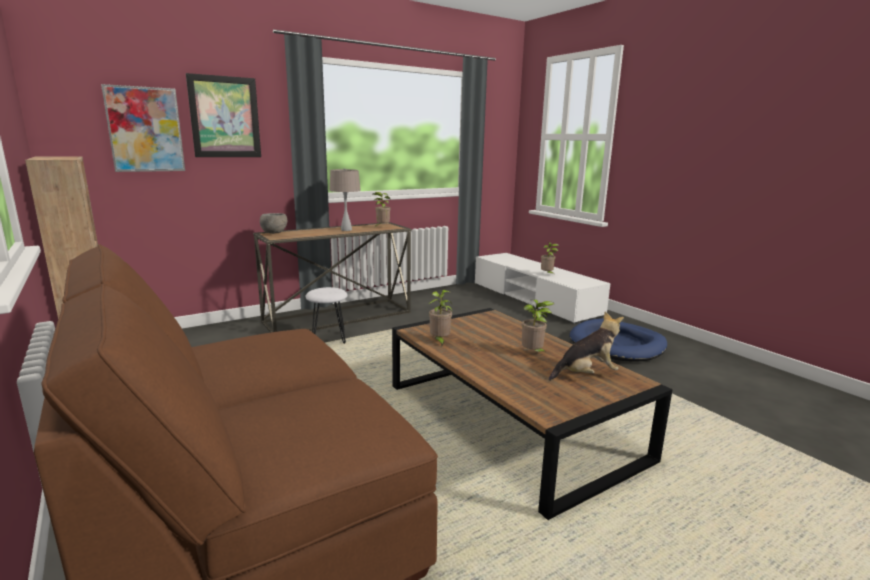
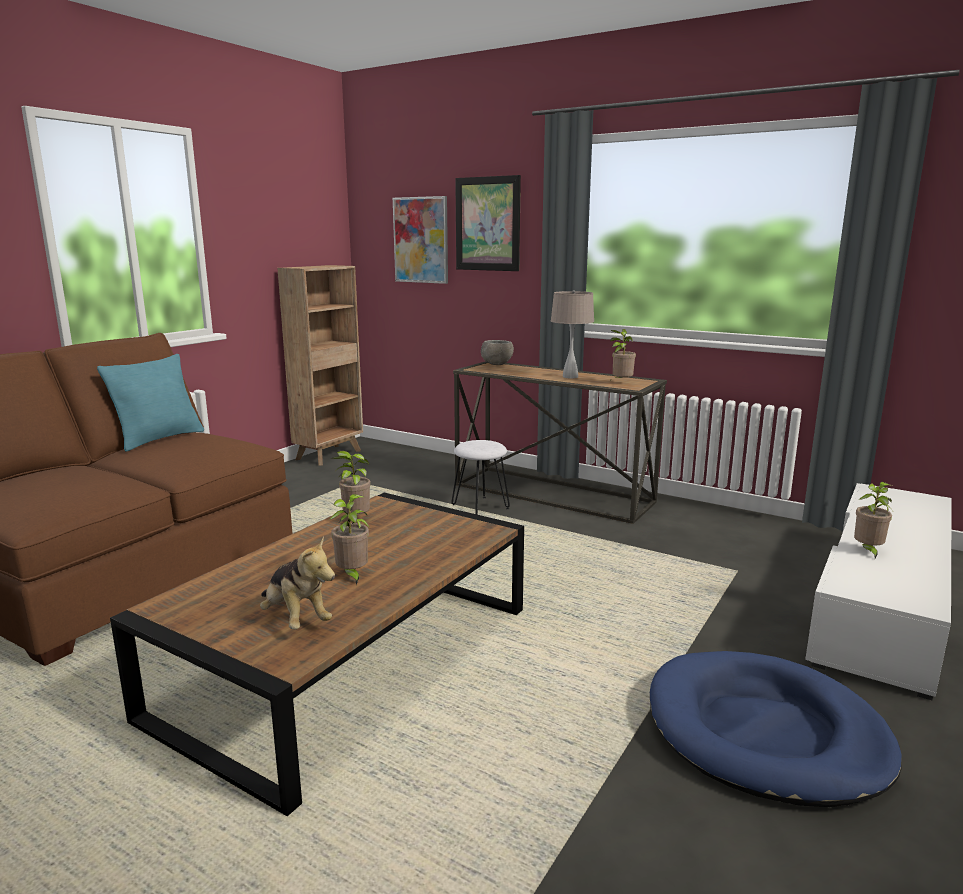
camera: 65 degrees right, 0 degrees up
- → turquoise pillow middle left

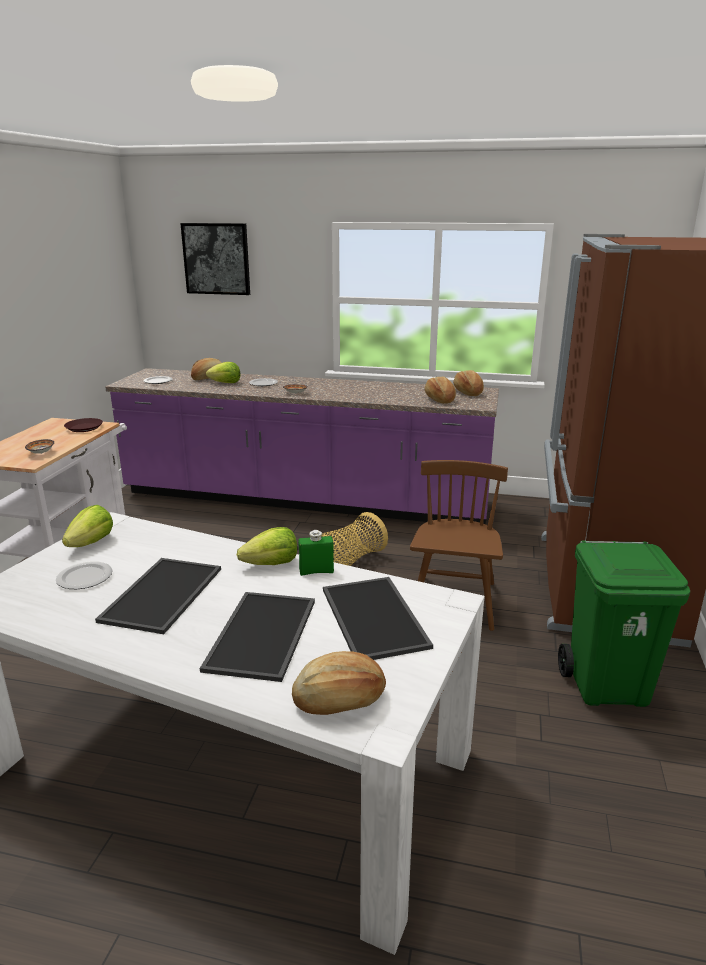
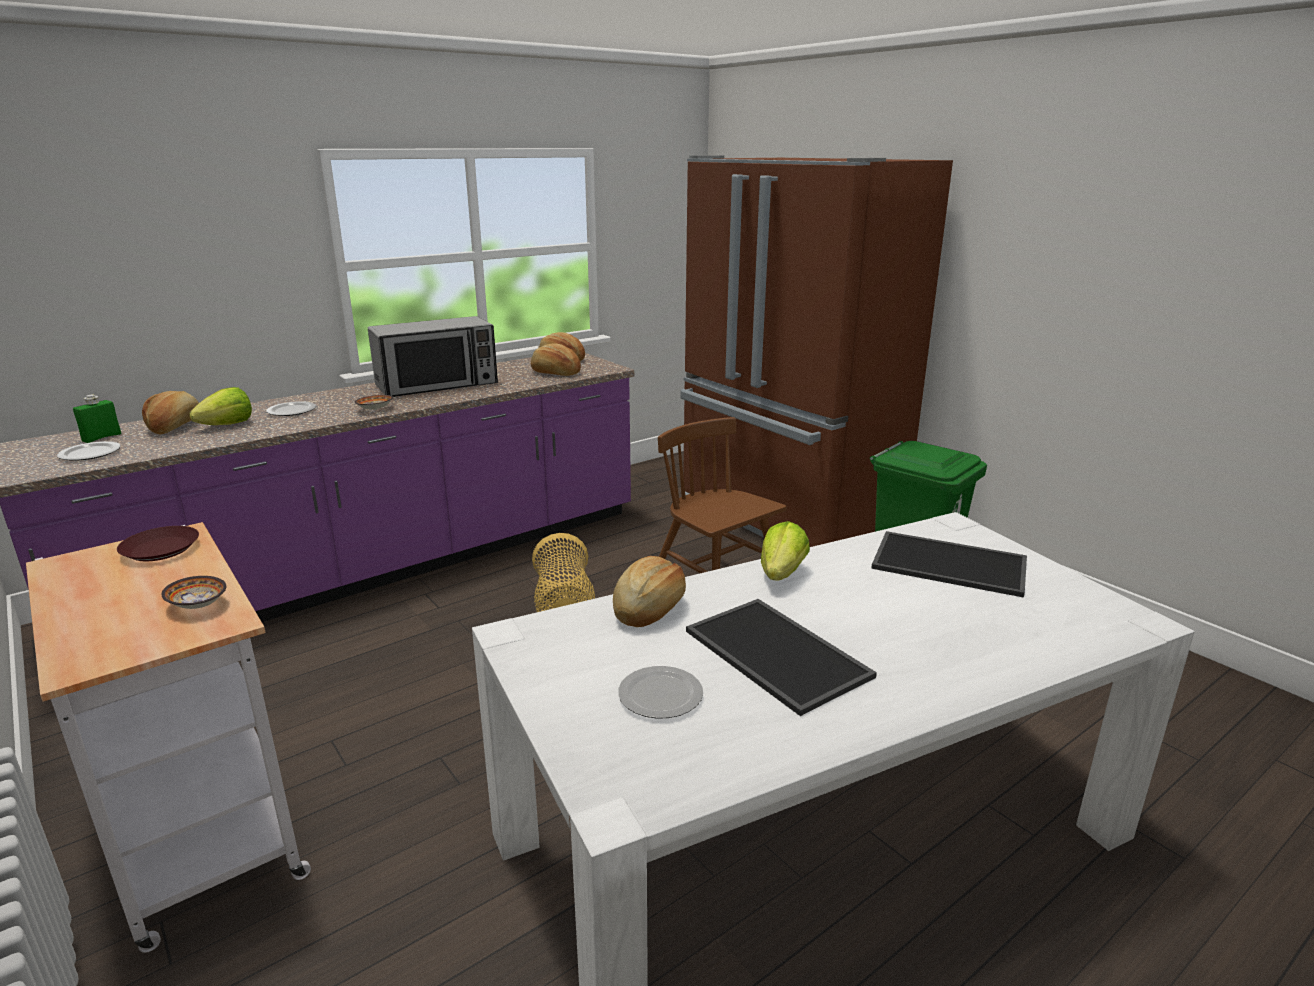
camera: 50 degrees left, 0 degrees up
picture top left → -
lettuce (1st from left) middle left → -
green bottle centre → green bottle middle left, moved
tray (2nd from left) centre → -
bread (2nd from left in the first image) bottom centre → bread (4th from left) centre, moved
- → microwave middle left

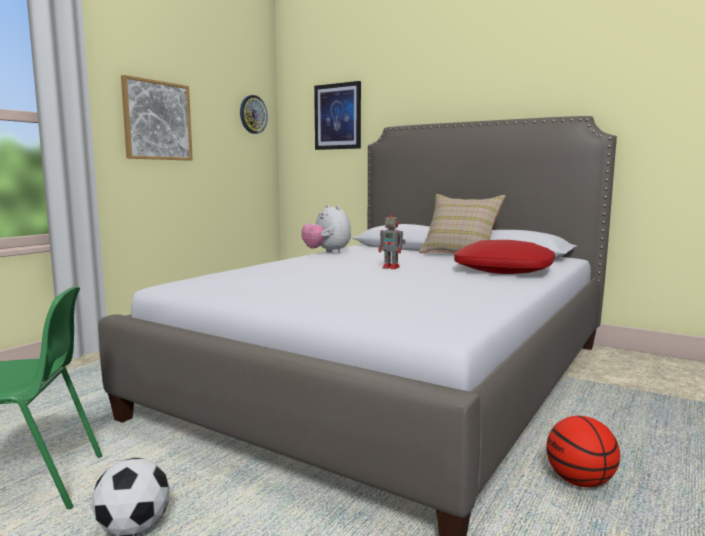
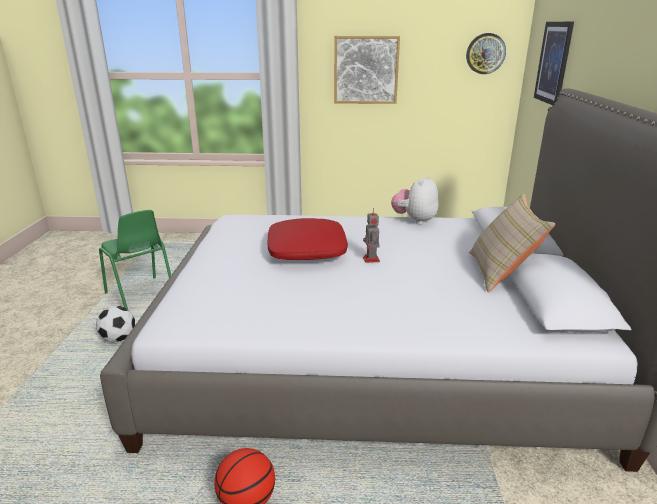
camera: 60 degrees right, 15 degrees up
red pillow middle right → red pillow centre, moved

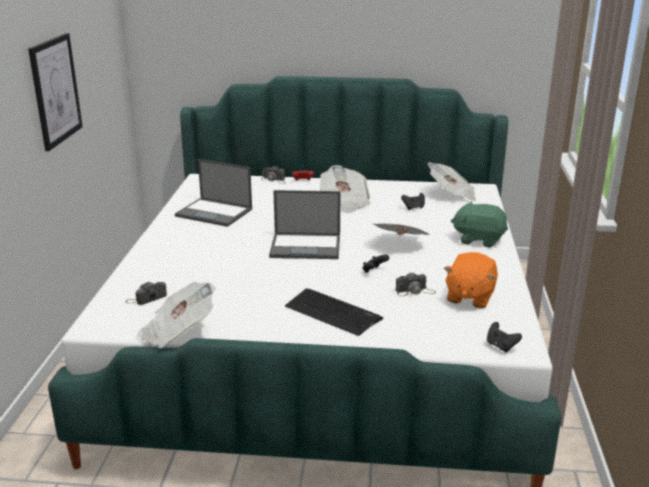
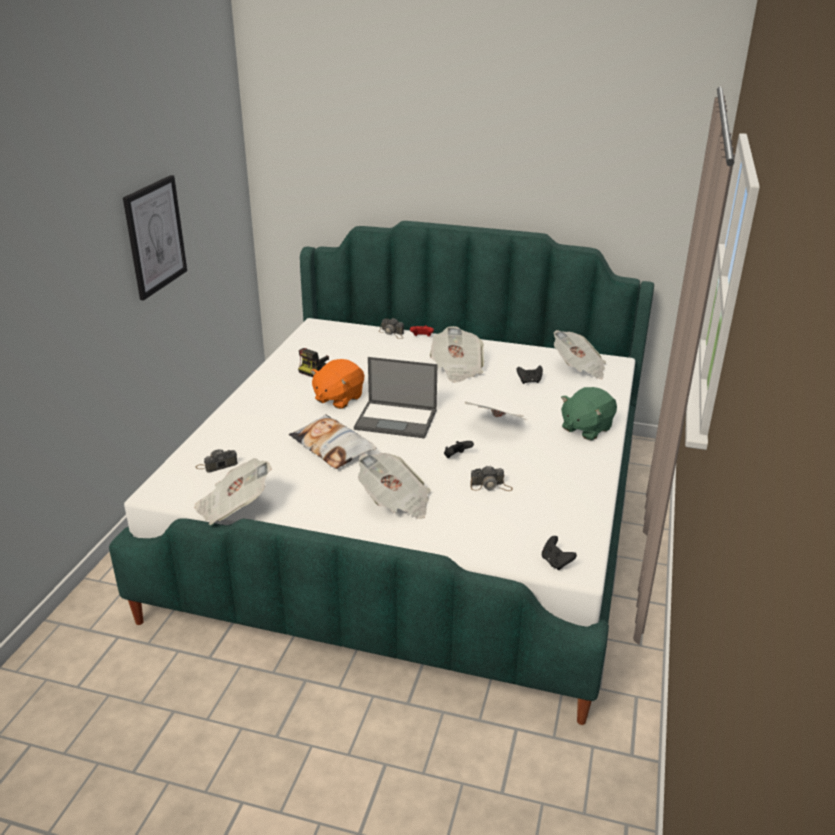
camera: 10 degrees right, 5 degrees up
laptop (1st from left) middle left → photo camera (2nd from left) centre
green plush toy middle right, 75 degrees counterclockwise
orange plush toy middle right → orange plush toy centre, moved
keyboard centre → newspaper (2nd from left) centre
- → pillow centre

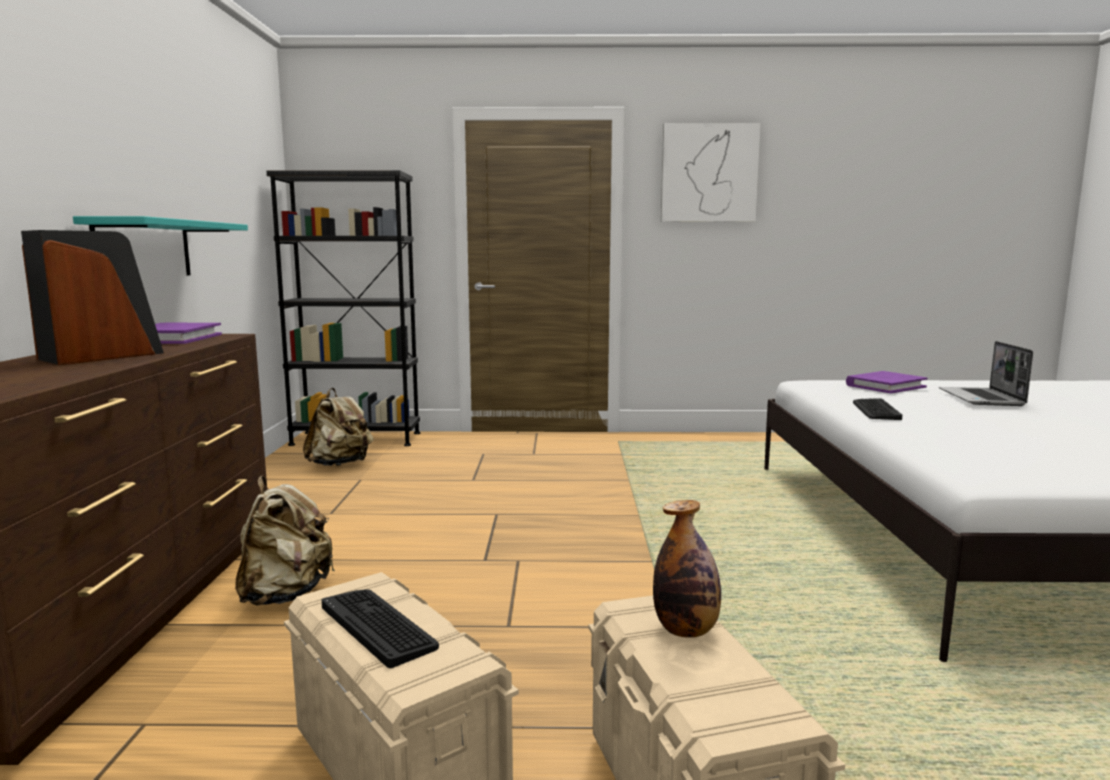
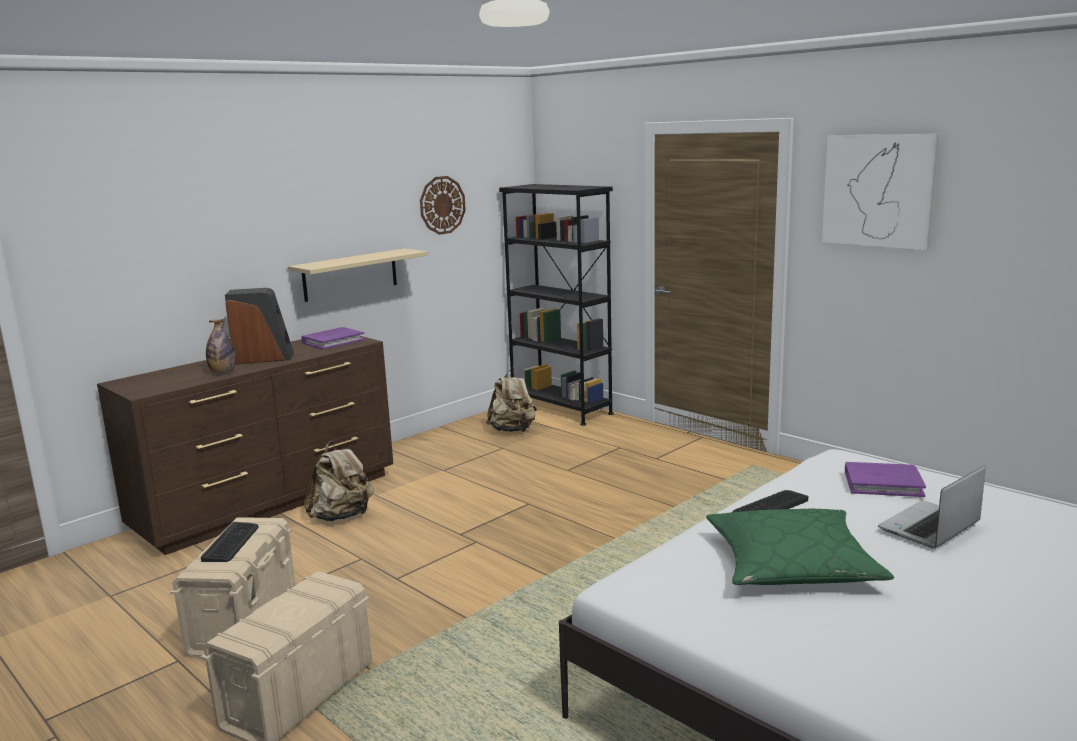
camera: 45 degrees right, 5 degrees up
turquoise shelf top left → beige shelf middle left
bottle bottom centre → bottle middle left, moved
- → wall clock top centre
- → green pillow bottom right

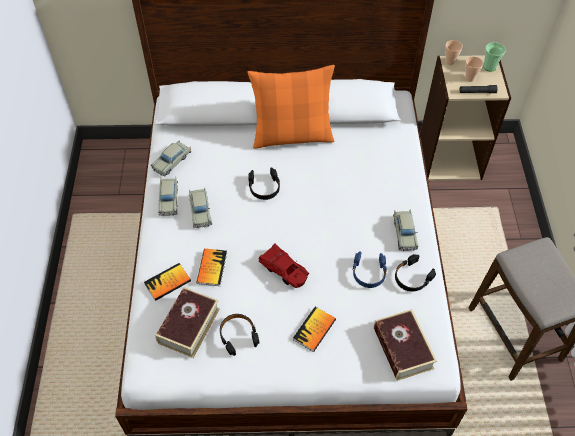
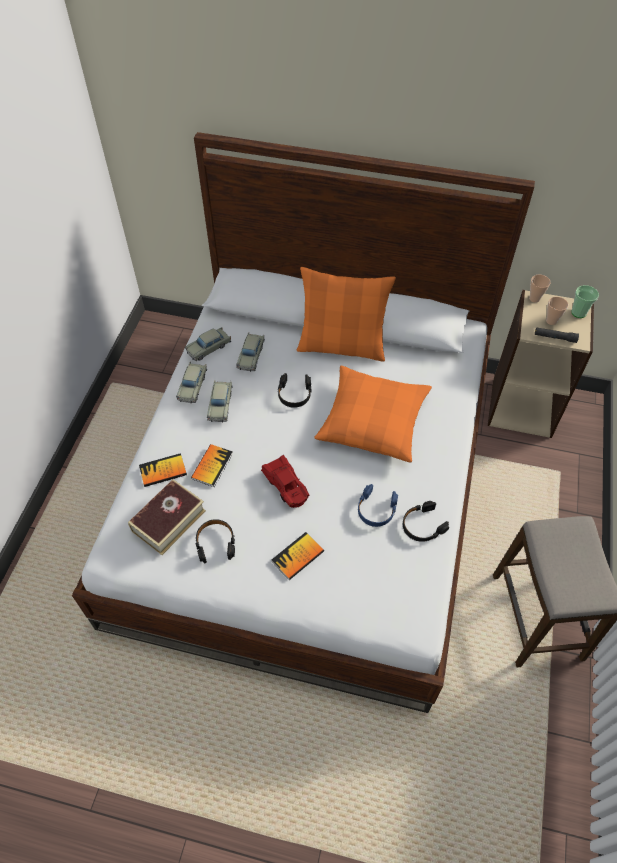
camera: 15 degrees right, 0 degrees up
beige toy car (4th from left) middle right → beige toy car (4th from left) centre, moved
book (5th from left) bottom right → -
- → orange pillow (2nd from left) centre

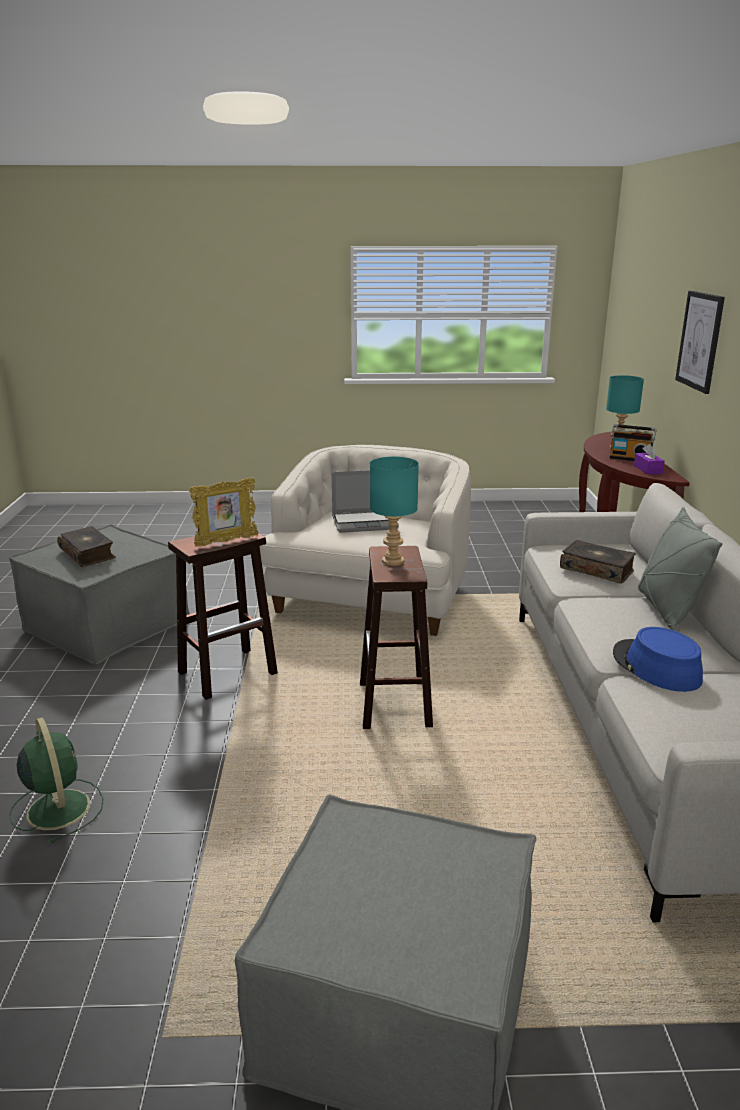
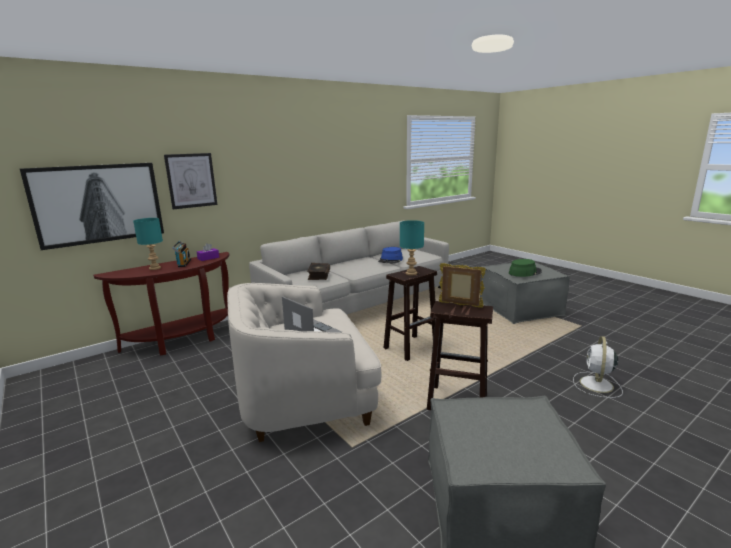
camera: 125 degrees left, 5 degrees down
grey pillow middle right → -
book (1st from left) middle left → -
green fan bottom left → white fan bottom right
- → picture (1st from left) middle left
- → green hat middle right

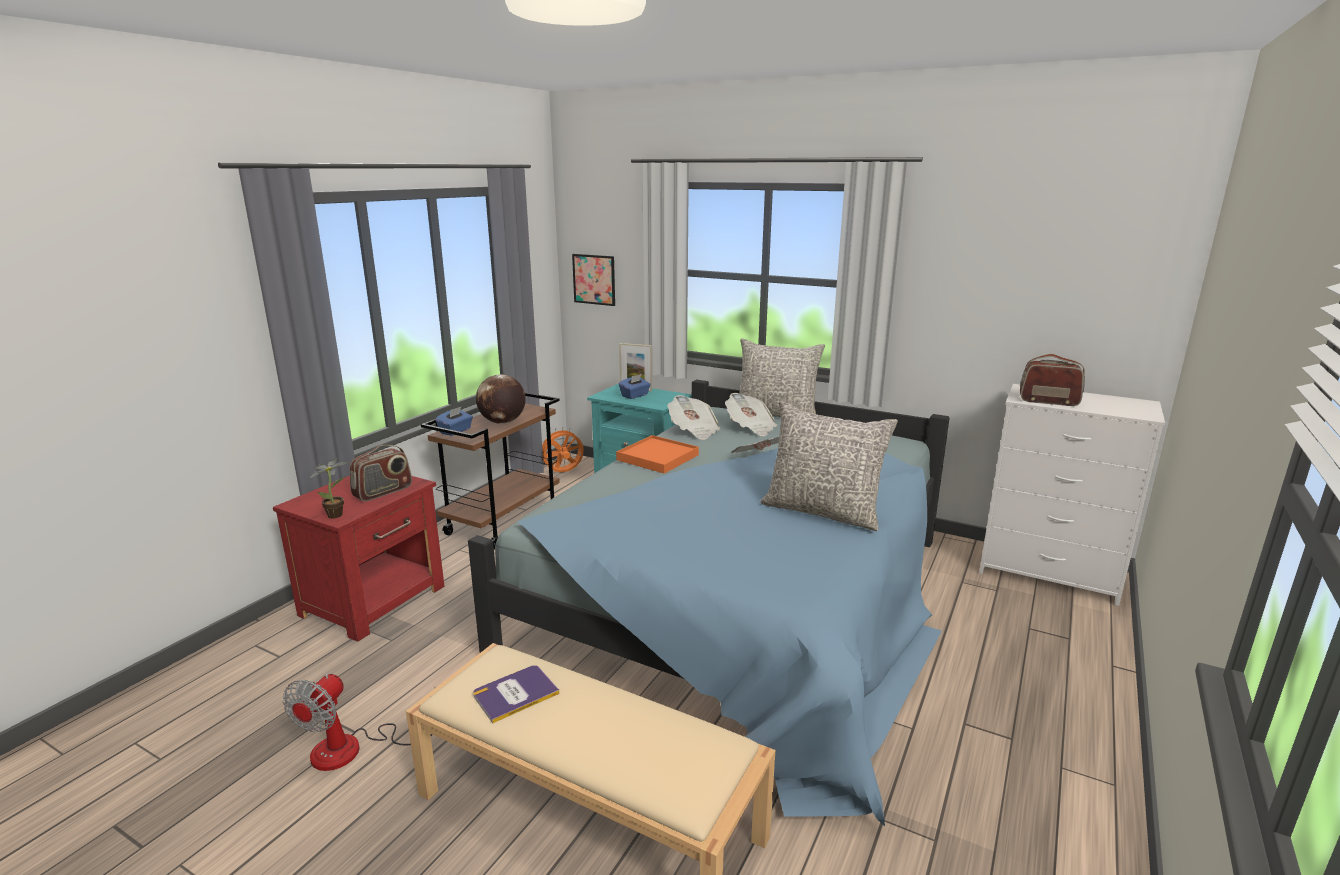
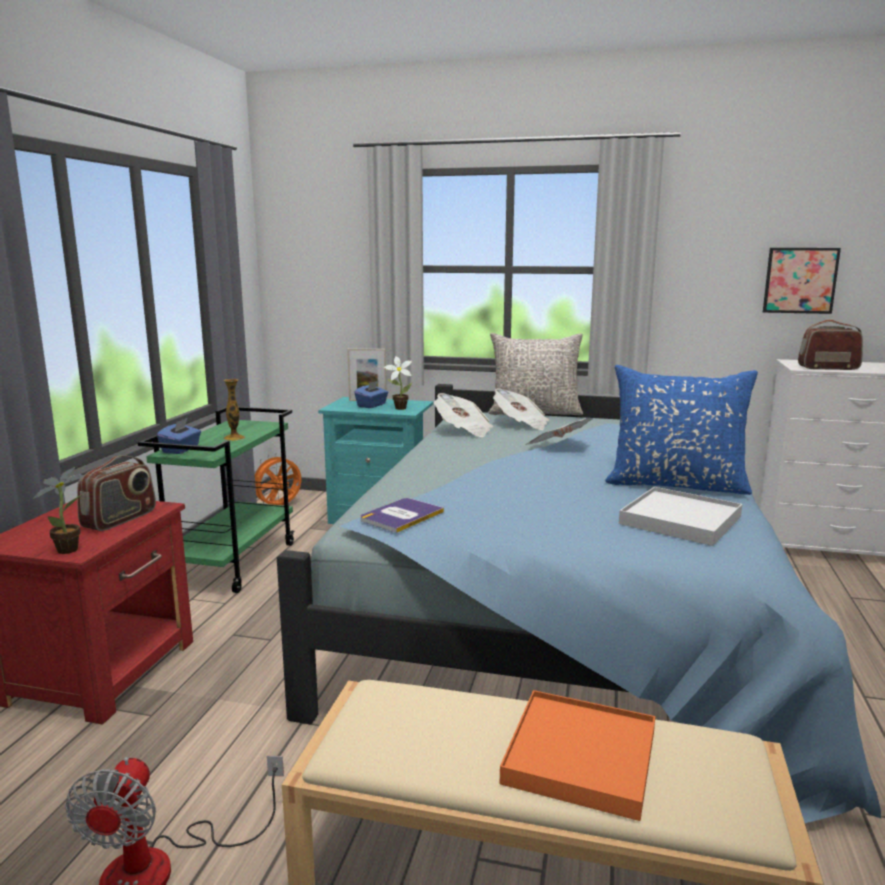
camera: 15 degrees left, 5 degrees down
picture top centre → picture top right, moved
globe centre → vase middle left
brown cart centre → green cart middle left
grey pillow (2nd from left) centre → blue pillow middle right
orange tray centre → orange tray bottom centre, moved
book bottom centre → book centre, moved
- → potted plant (2nd from left) centre
- → white tray middle right

